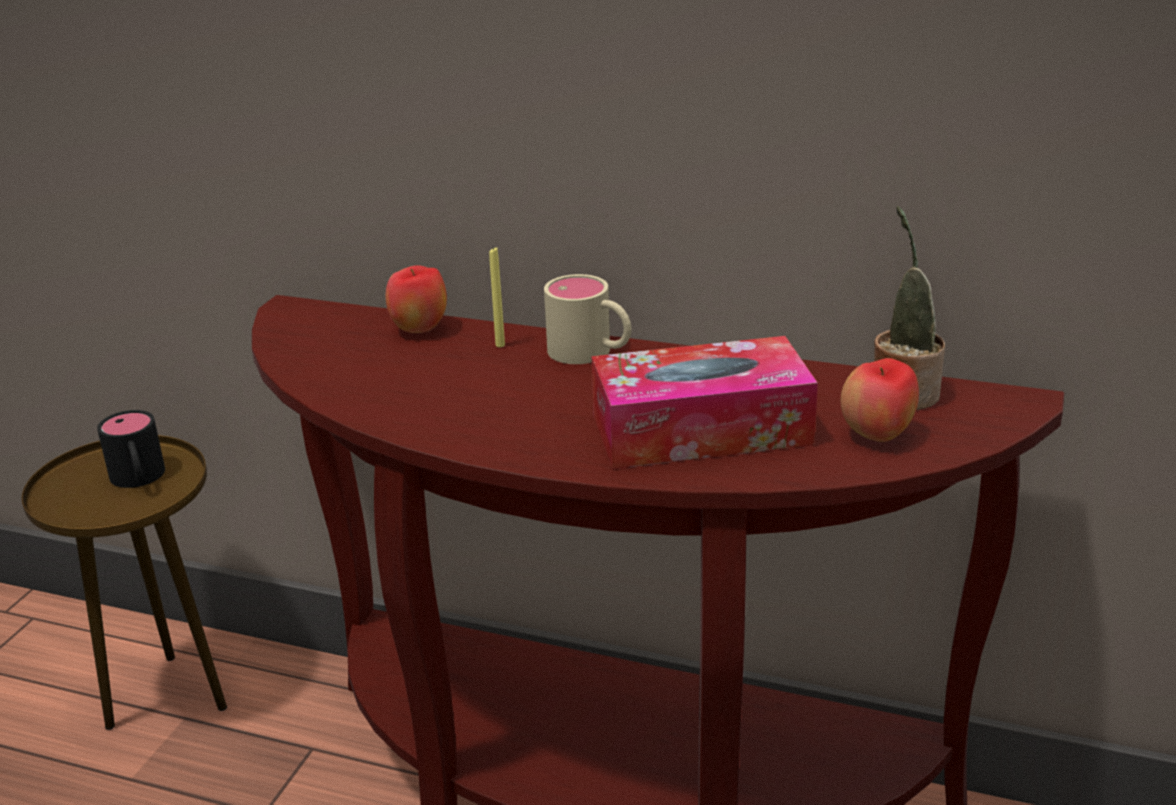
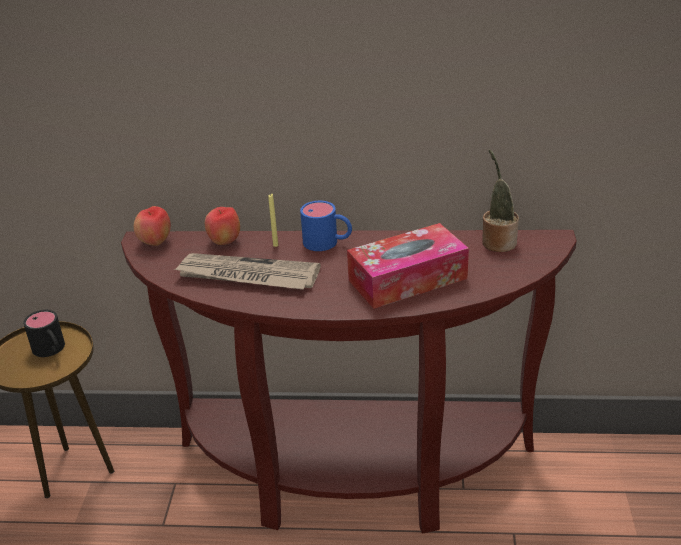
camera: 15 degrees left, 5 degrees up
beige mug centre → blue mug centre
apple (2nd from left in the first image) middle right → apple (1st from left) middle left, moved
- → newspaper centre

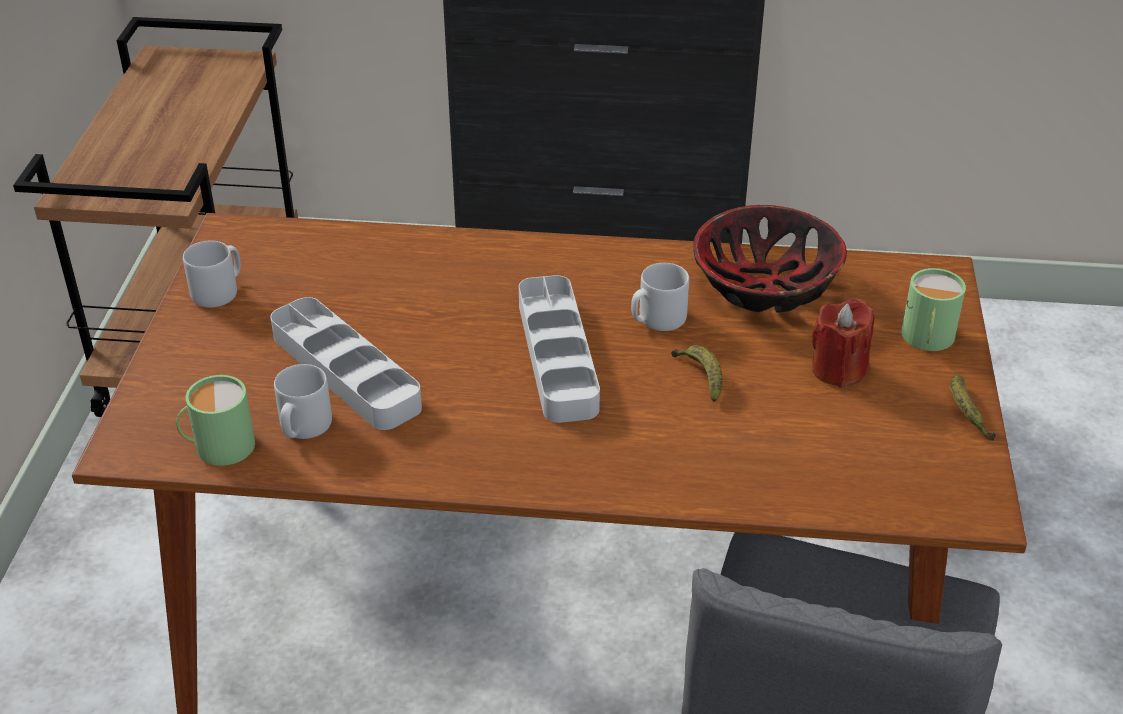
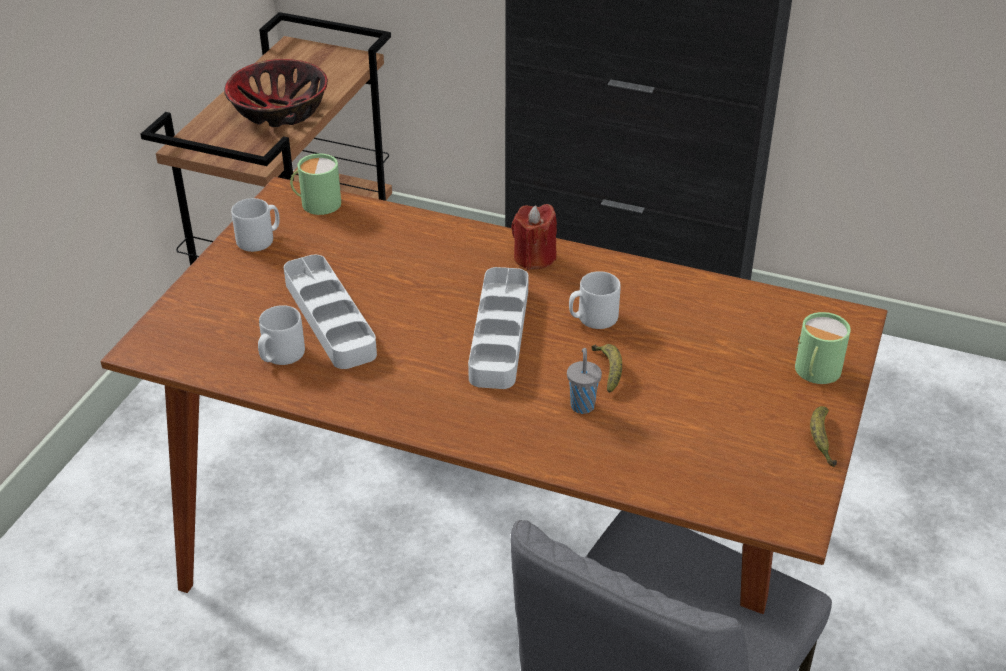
camera: 15 degrees right, 0 degrees up
bowl middle right → bowl top left, moved
red candle middle right → red candle centre, moved
green mug (1st from left) middle left → green mug (1st from left) top left, moved
- → grey cup centre

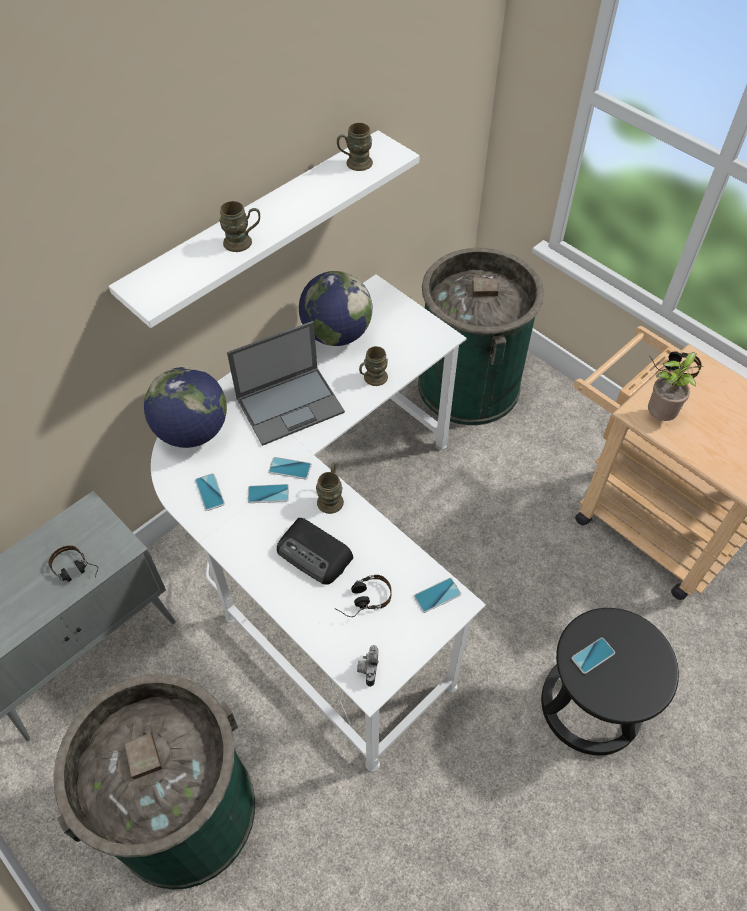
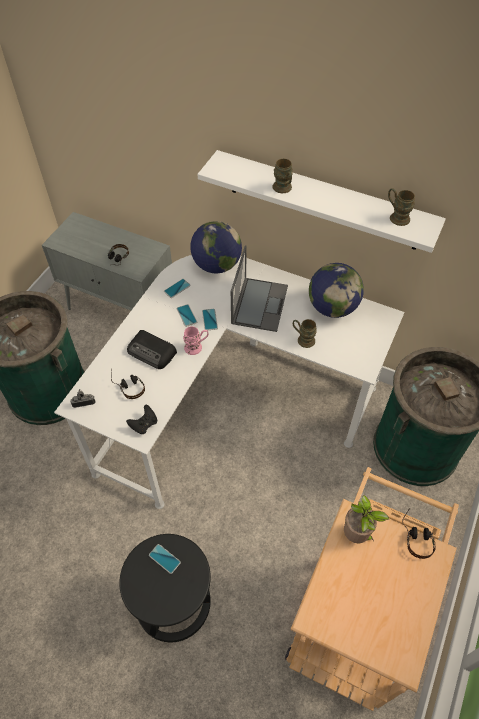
camera: 70 degrees right, 0 degrees up
laptop centre, 120 degrees counterclockwise
brown mug (2nd from left) centre → pink mug centre
radio centre → radio middle left, 75 degrees counterclockwise
phone (4th from left) centre → black game controller middle left

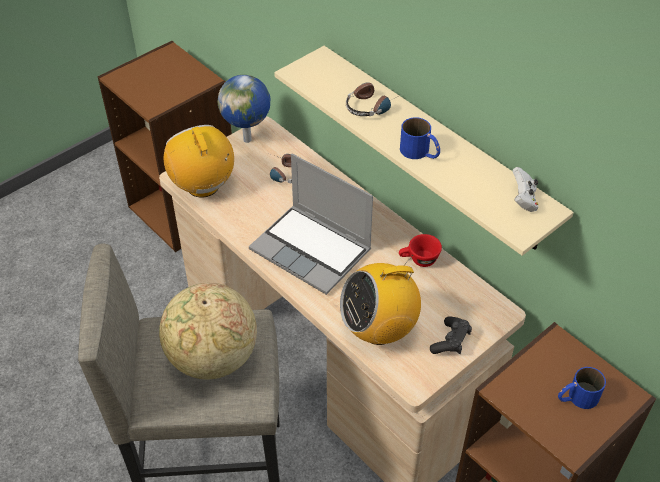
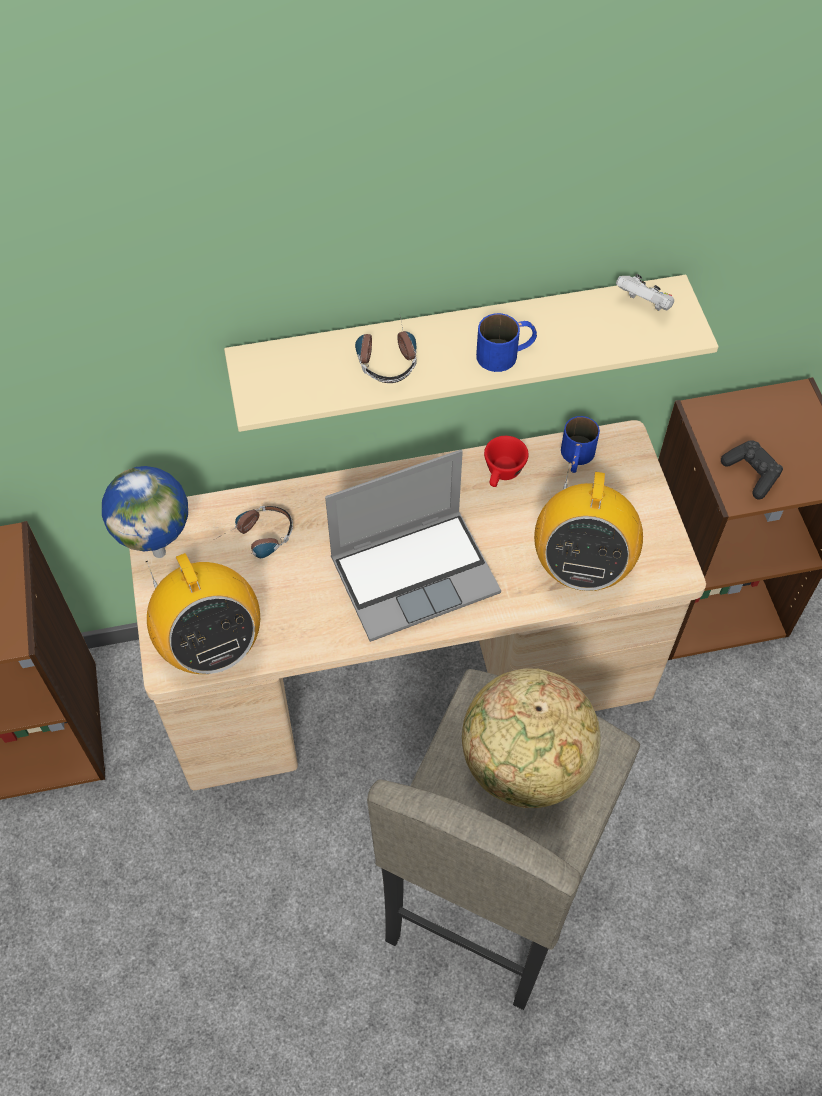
camera: 60 degrees left, 10 degrees up
radio (1st from left) middle left, 120 degrees counterclockwise
black game controller bottom right → black game controller middle right, moved
blue mug (2nd from left) bottom right → blue mug (2nd from left) middle right, moved

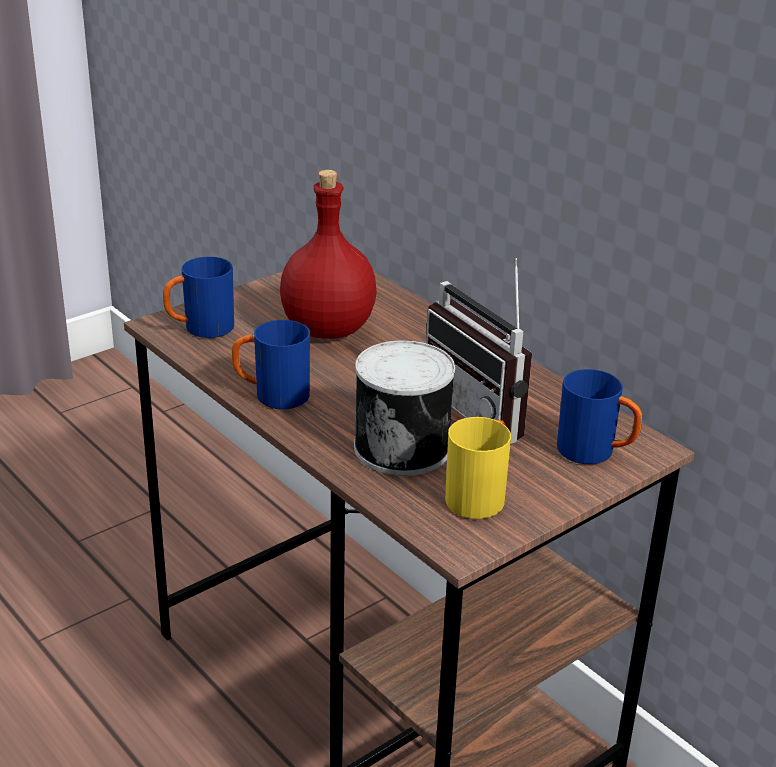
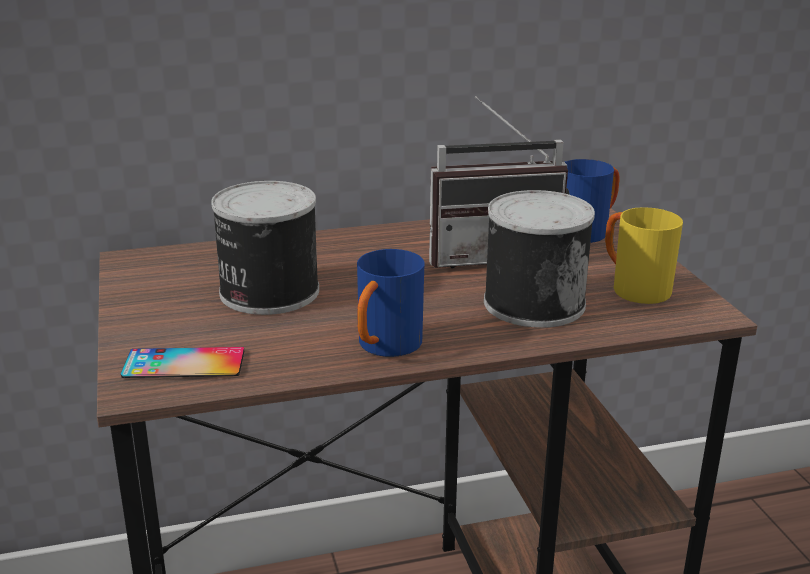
camera: 65 degrees left, 5 degrees down
red bottle top centre → can (1st from left) middle left
blue mug (1st from left) middle left → phone middle left

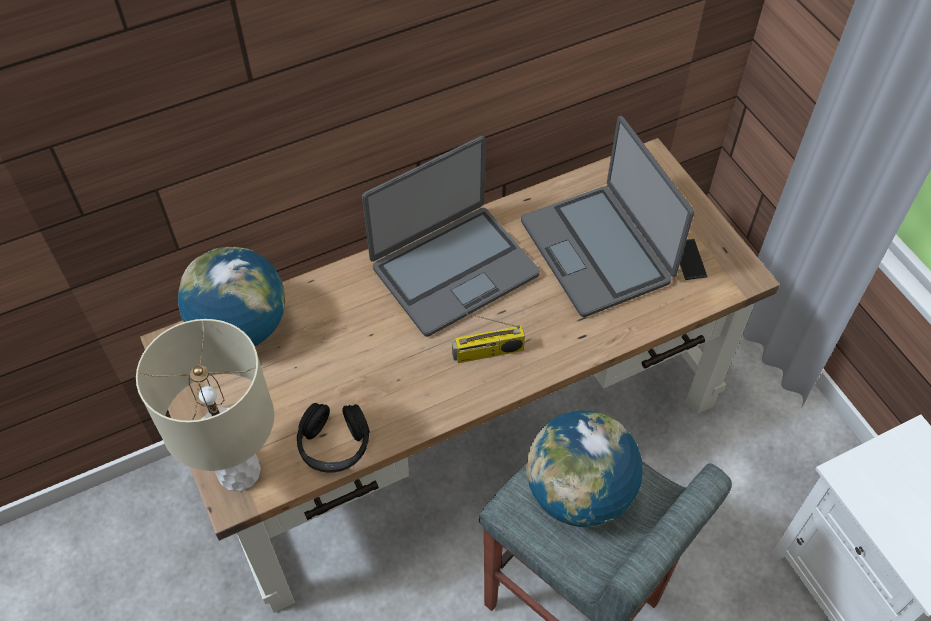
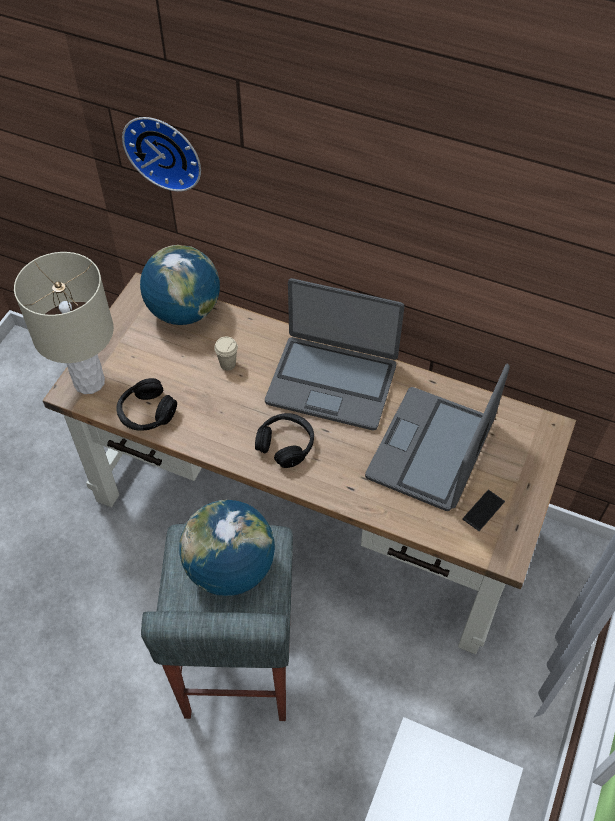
camera: 50 degrees right, 0 degrees up
radio centre → black headphones (2nd from left) centre
- → wall clock top left
- → beige cup centre

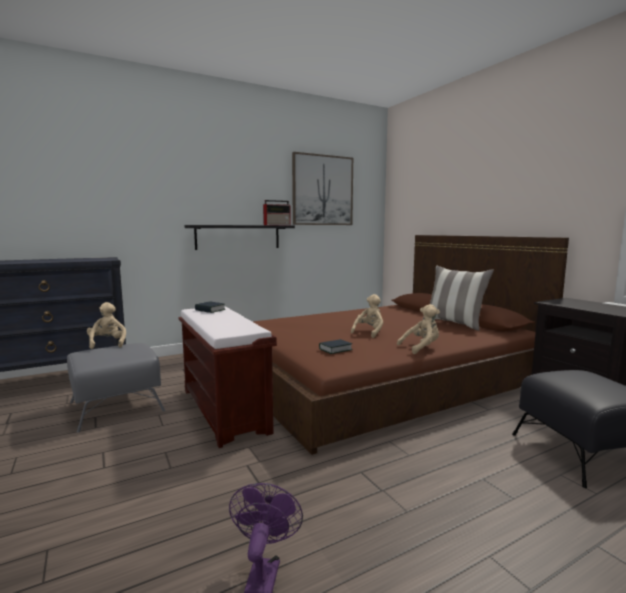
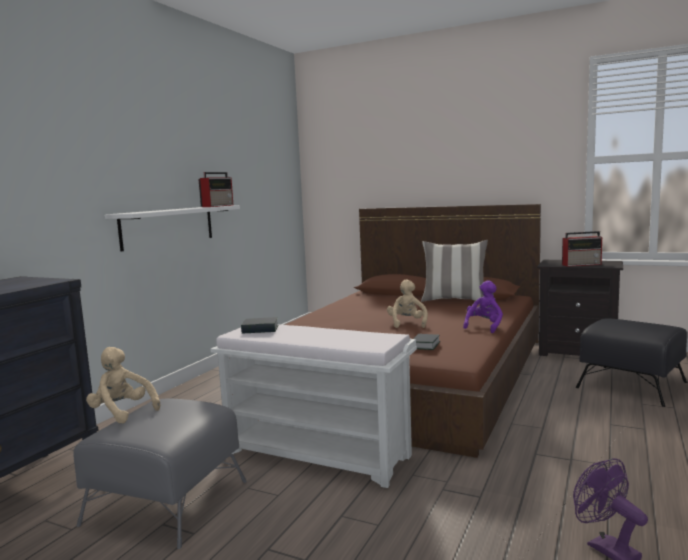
camera: 35 degrees left, 0 degrees up
picture top centre → -
black shelf centre → white shelf middle left
beige plush toy (3rd from left) middle right → purple plush toy middle right
brown bench centre → white bench bottom centre
- → radio (2nd from left) middle right

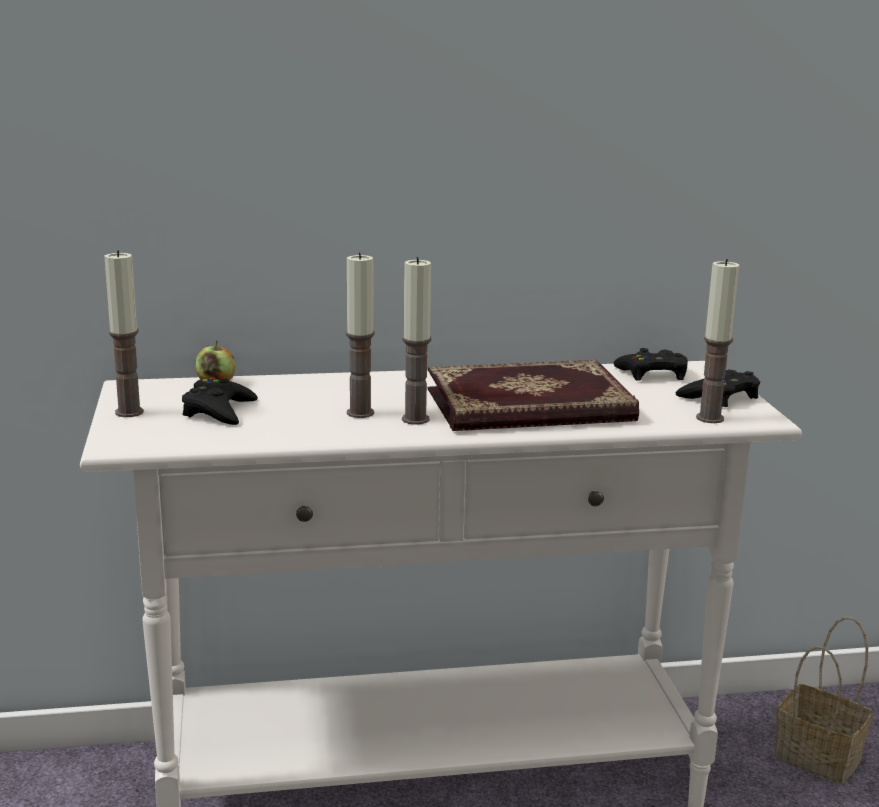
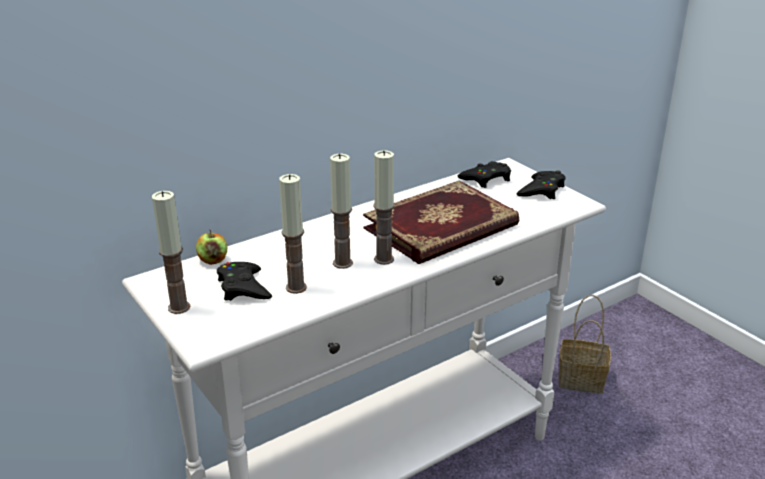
camera: 25 degrees left, 10 degrees up
candle (4th from left in the first image) middle right → candle (2nd from left) centre, moved

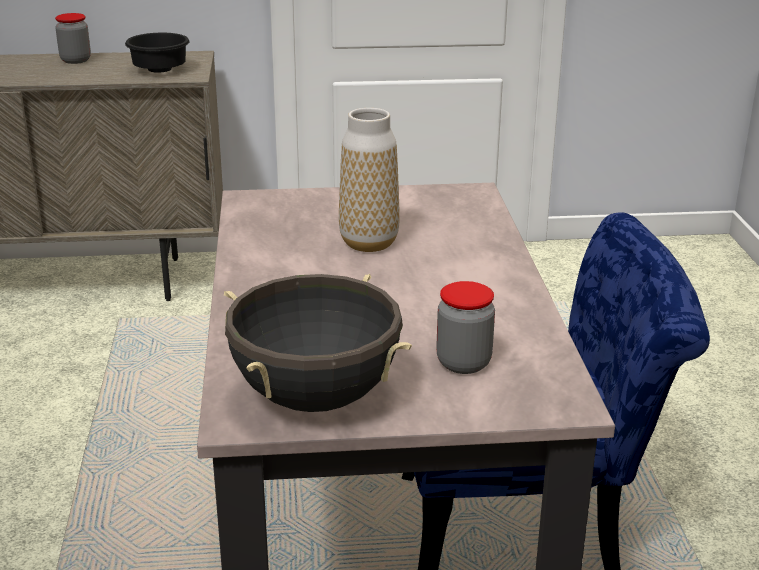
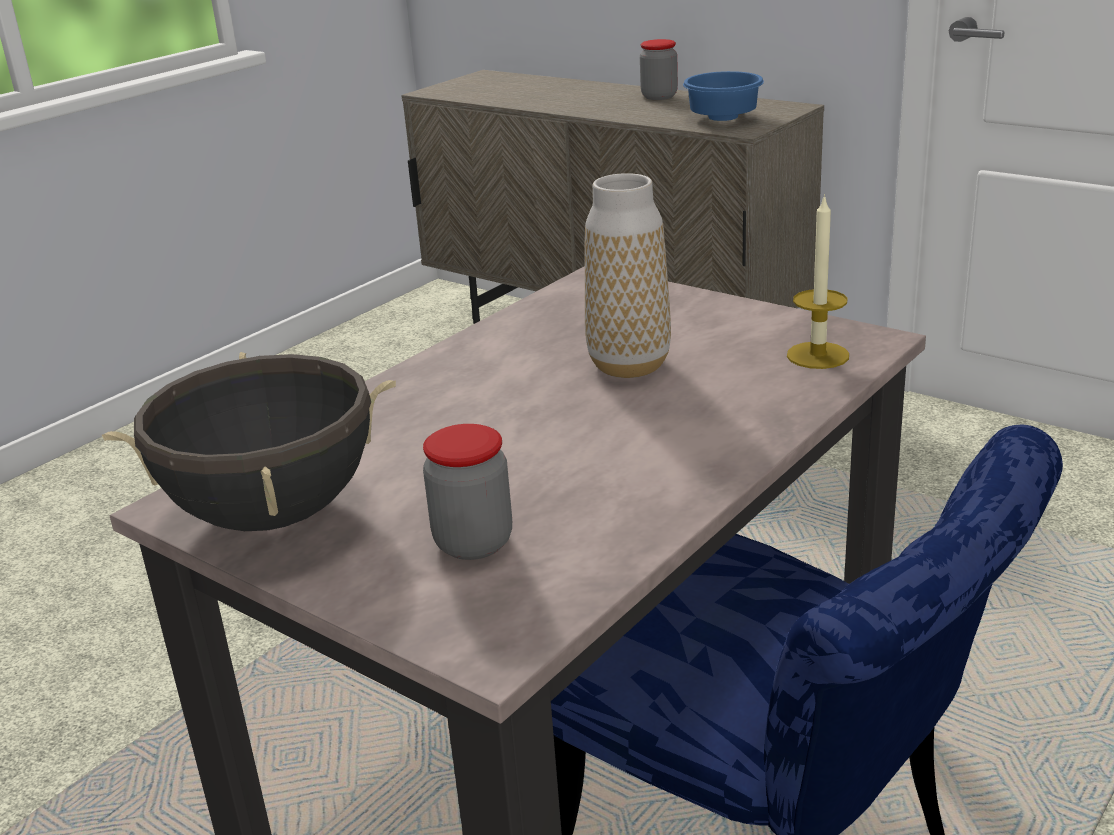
camera: 45 degrees right, 0 degrees up
black bowl top left → blue bowl top centre
- → candle middle right

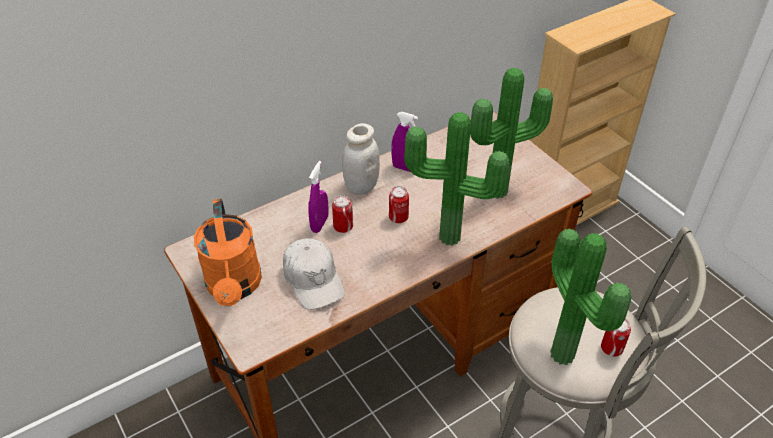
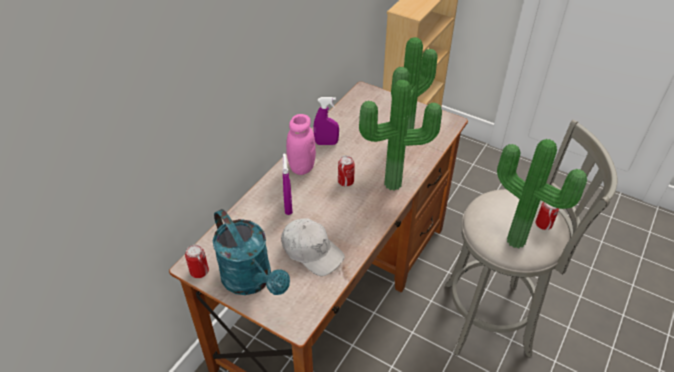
camera: 25 degrees left, 0 degrees up
white jar centre → pink jar centre
can (1st from left) centre → can (1st from left) bottom left, moved
orange watering can middle left → turquoise watering can bottom centre

